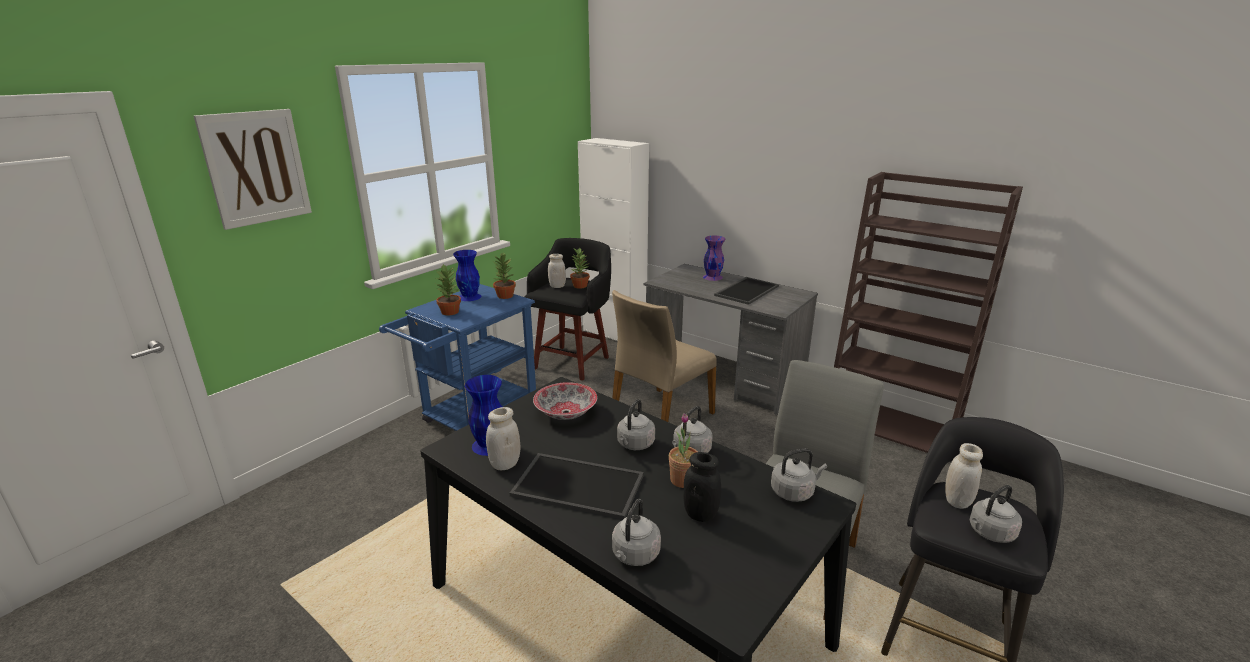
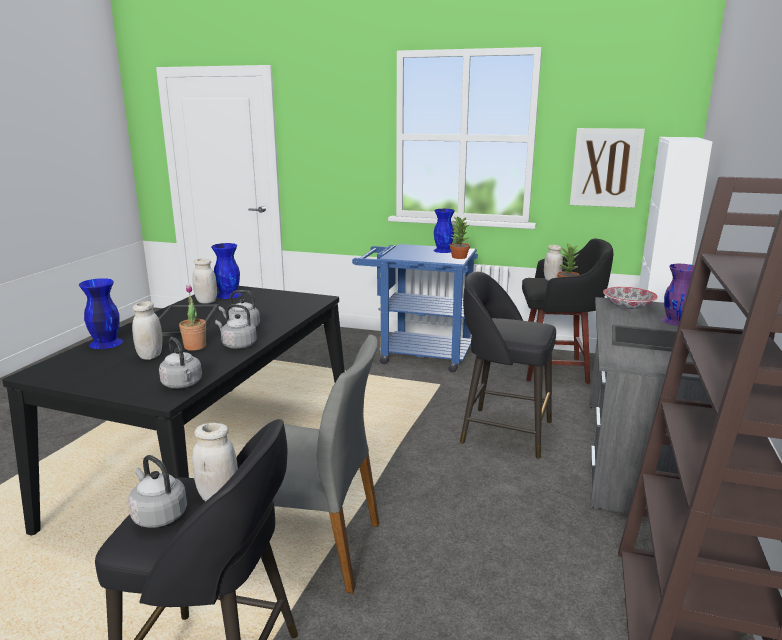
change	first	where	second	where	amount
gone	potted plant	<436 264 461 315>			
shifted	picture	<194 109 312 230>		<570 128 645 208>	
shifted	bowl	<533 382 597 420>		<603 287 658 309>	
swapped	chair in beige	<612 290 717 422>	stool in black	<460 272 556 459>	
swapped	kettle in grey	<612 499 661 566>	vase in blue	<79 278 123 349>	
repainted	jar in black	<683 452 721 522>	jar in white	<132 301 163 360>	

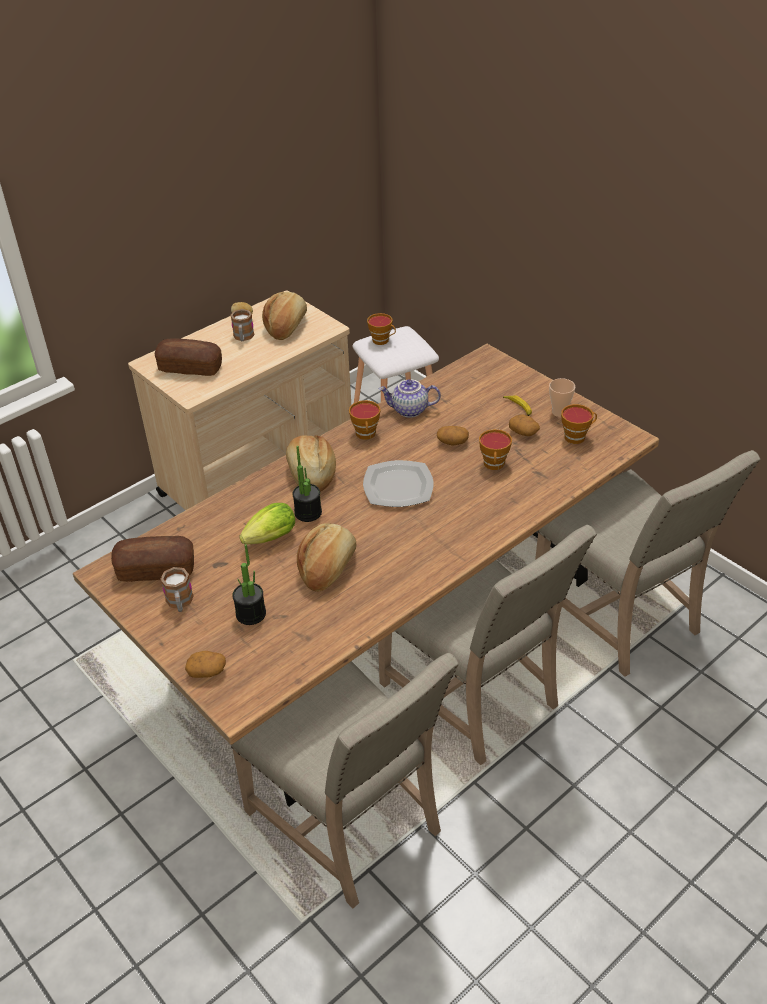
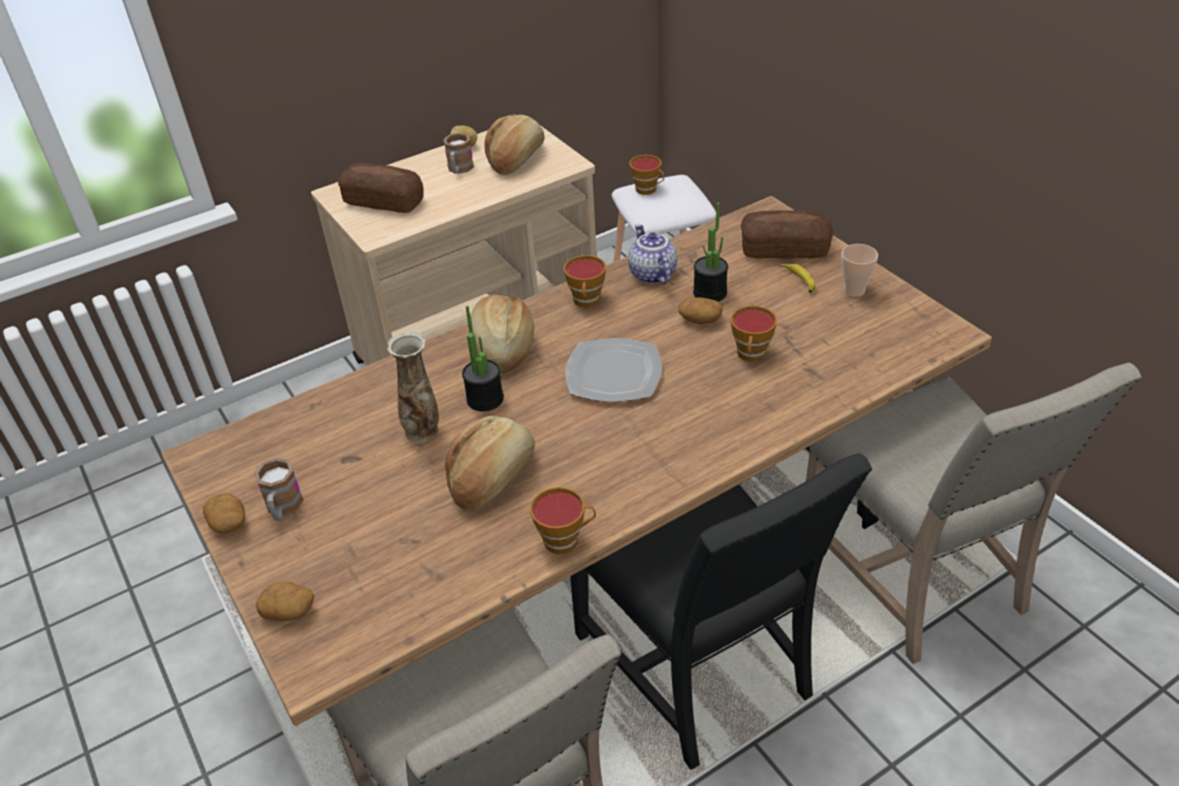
change	first	where	second	where	amount
shifted	bread	<111 536 194 582>		<741 211 833 259>	
shifted	potted plant	<232 544 266 625>		<693 203 728 302>	
shifted	potato	<509 414 540 436>		<203 493 245 534>	
shifted	cup	<561 404 597 444>		<530 487 596 554>	
swapped	lettuce	<239 503 295 544>	vase	<387 332 439 443>	
repainted	chair in beige	<378 525 597 765>	chair in black	<570 453 872 770>	
rotated	teapot	<379 379 441 417>		<628 224 677 284>	60 degrees clockwise

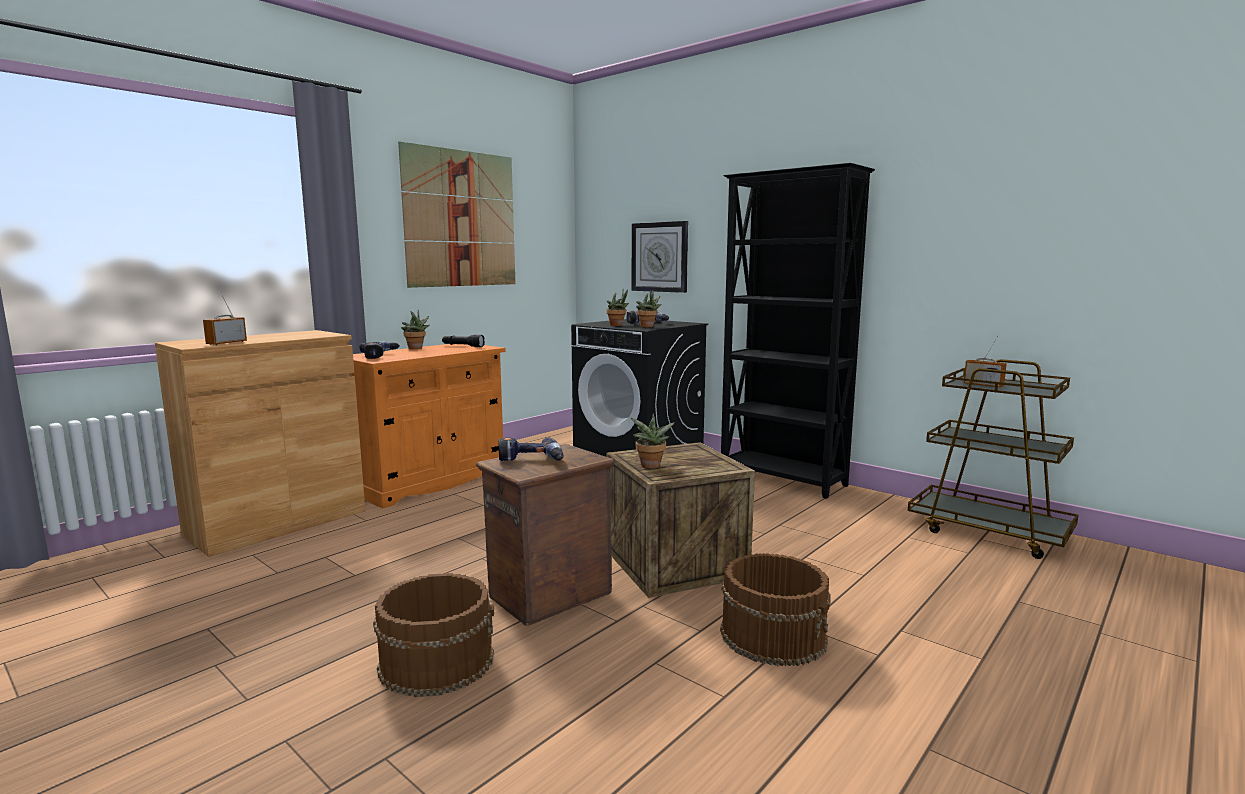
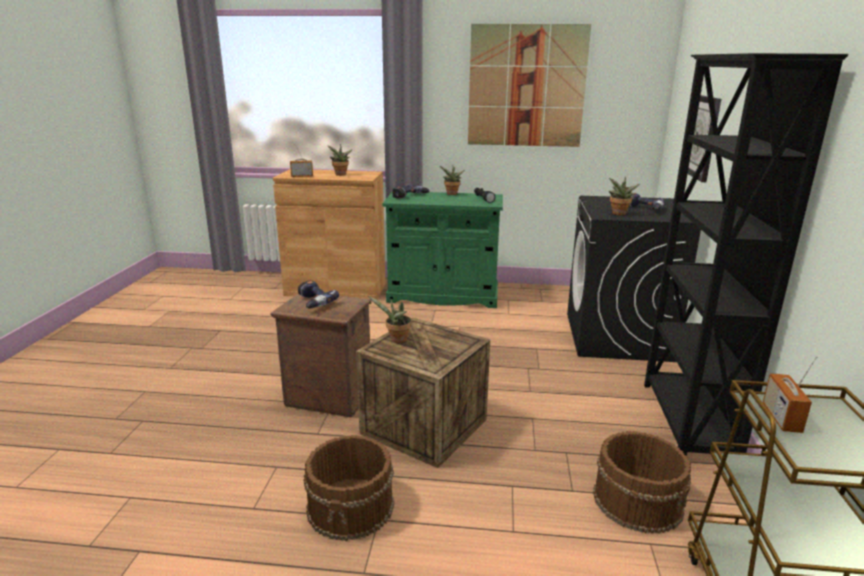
change	first	where	second	where	amount
shifted	bucket in brown	<373 573 494 697>		<593 431 691 534>	
shifted	potted plant	<607 290 629 326>		<328 144 353 176>	
repainted	cabinet in orange	<352 344 506 508>	cabinet in green	<383 192 503 308>	

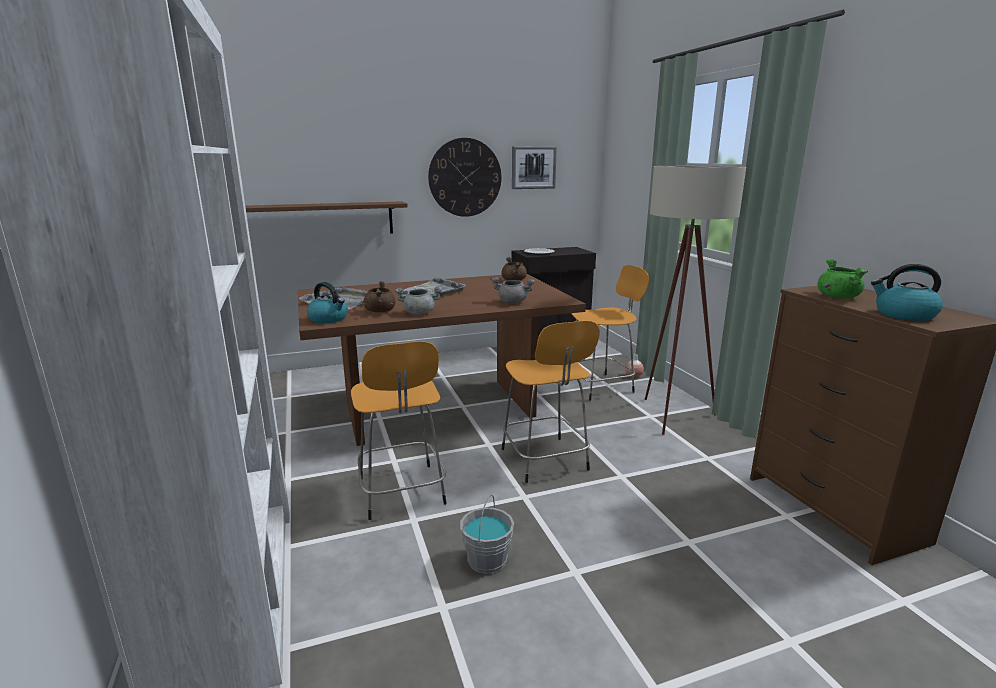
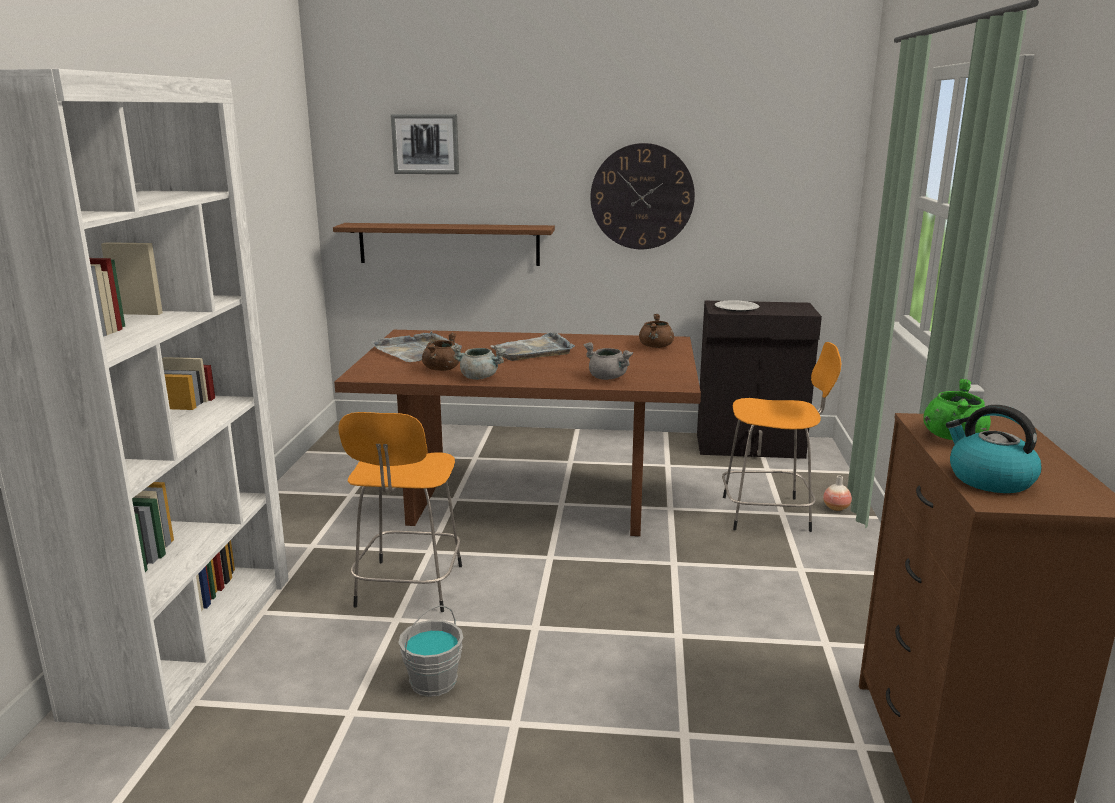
change	first	where	second	where	amount
gone	kettle	<307 282 348 323>			
gone	stool in orange	<502 321 600 483>			
gone	floor lamp in beige	<645 166 746 435>			
shifted	picture	<512 146 557 189>		<391 114 459 174>	

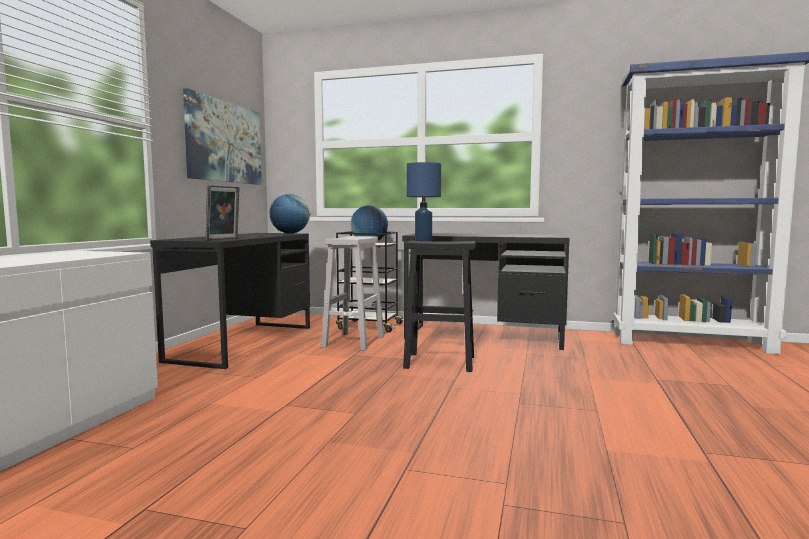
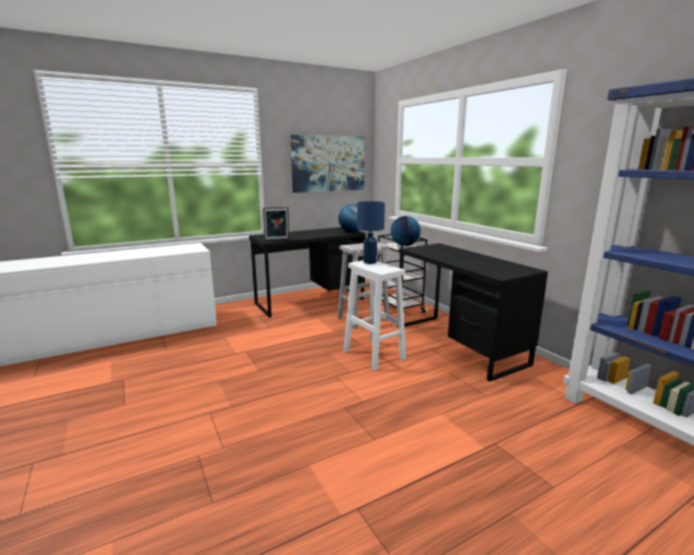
change	first	where	second	where	amount
repainted	stool in black	<403 240 476 372>	stool in white	<343 260 406 371>	

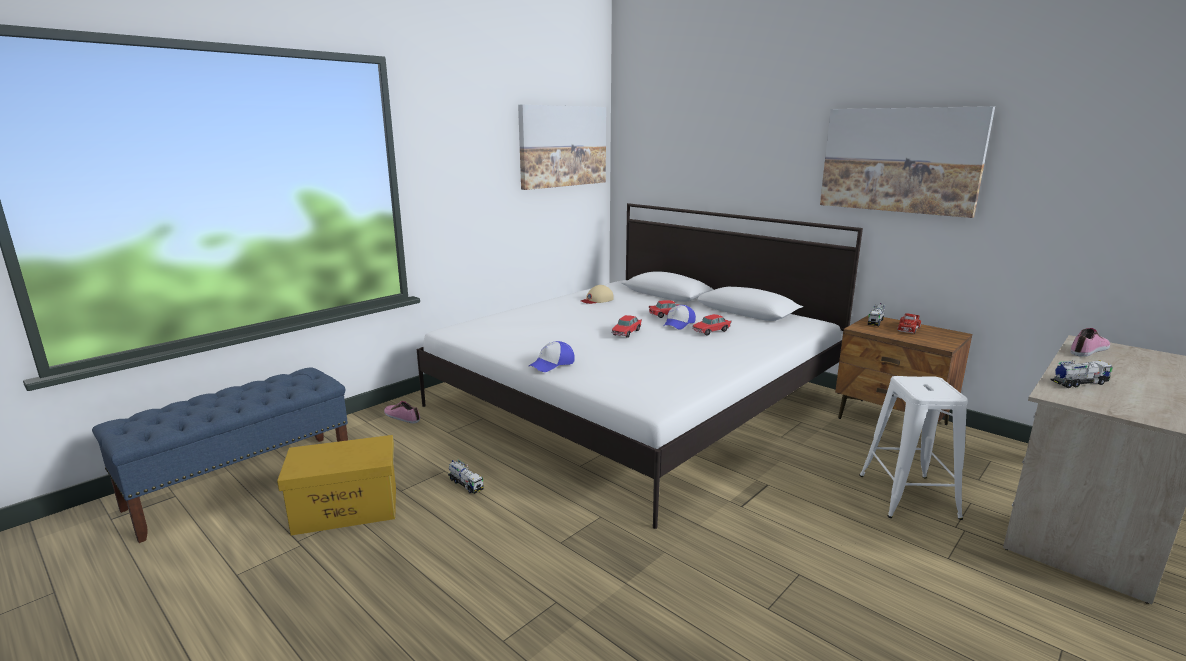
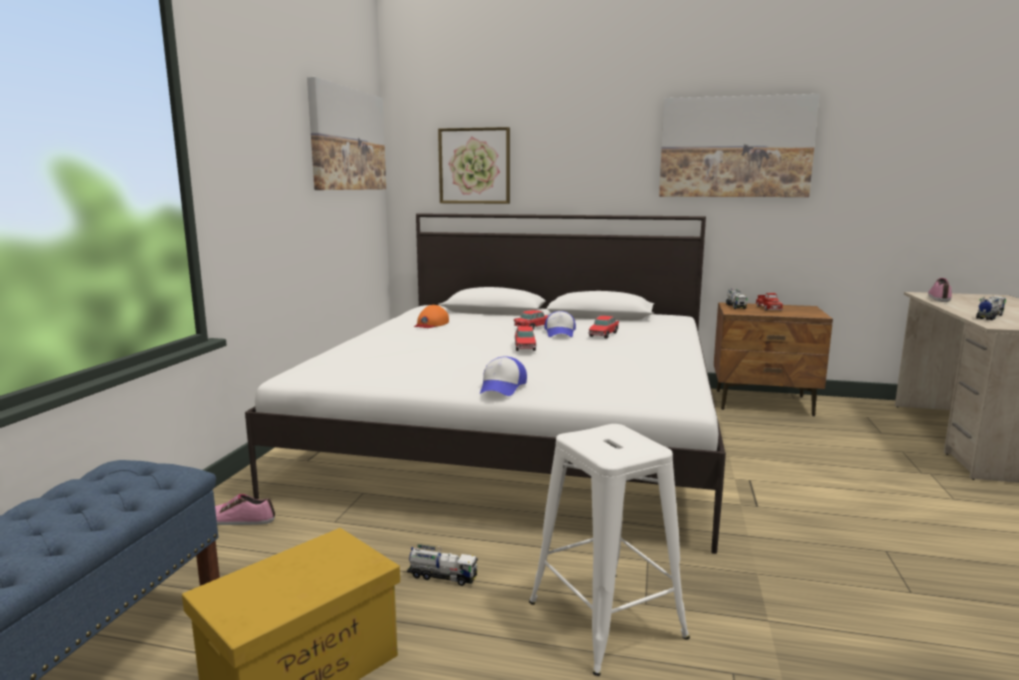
change	first	where	second	where	amount
new			picture	<438 127 510 204>	
shifted	stool in white	<859 376 968 520>		<529 424 690 676>	
repainted	cap in beige	<581 285 614 304>	cap in orange	<414 305 449 328>	

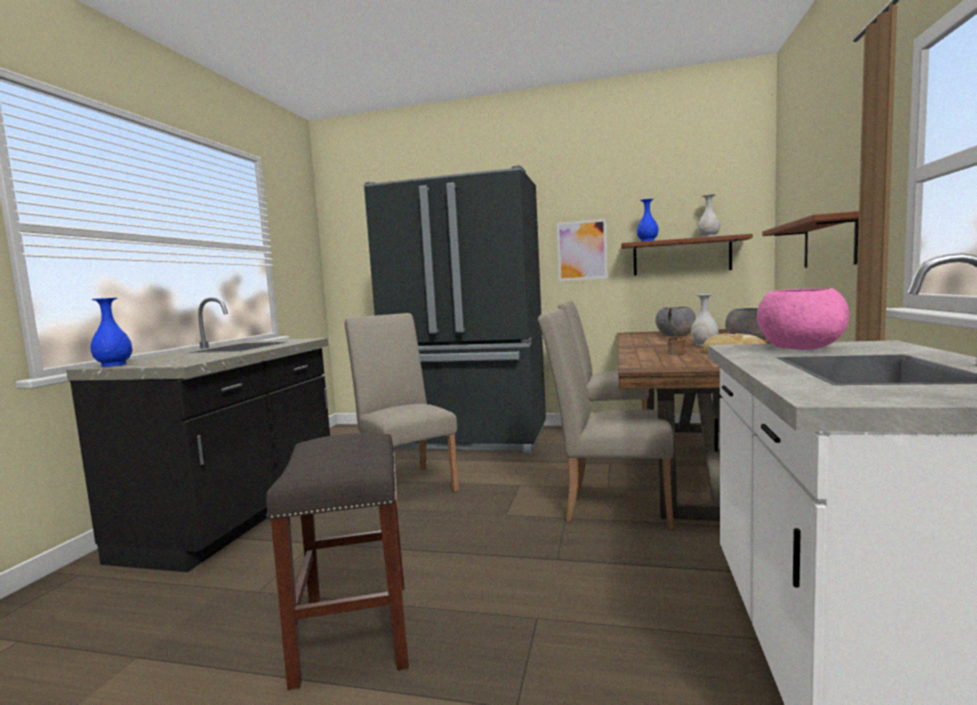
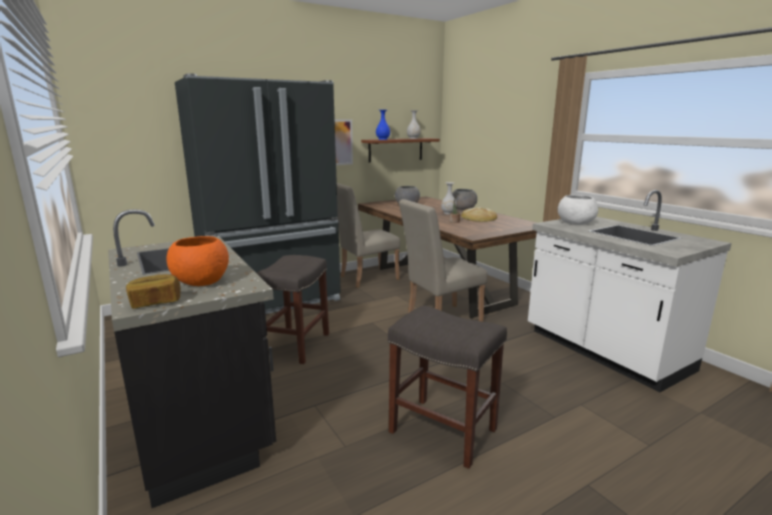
change	first	where	second	where	amount
gone	shelf in brown	<762 211 859 268>			
new			bowl in orange	<166 236 229 286>	
swapped	vase in blue	<90 298 132 367>	bread	<126 274 181 309>	
swapped	chair in beige	<345 313 459 508>	stool in grey	<256 255 329 364>	
repainted	bowl in pink	<757 288 849 350>	bowl in white	<558 195 598 225>	

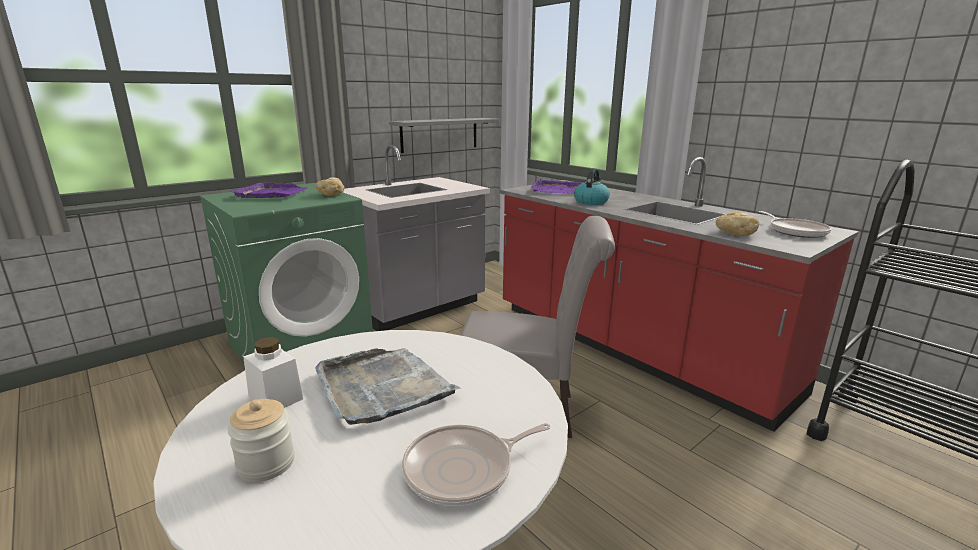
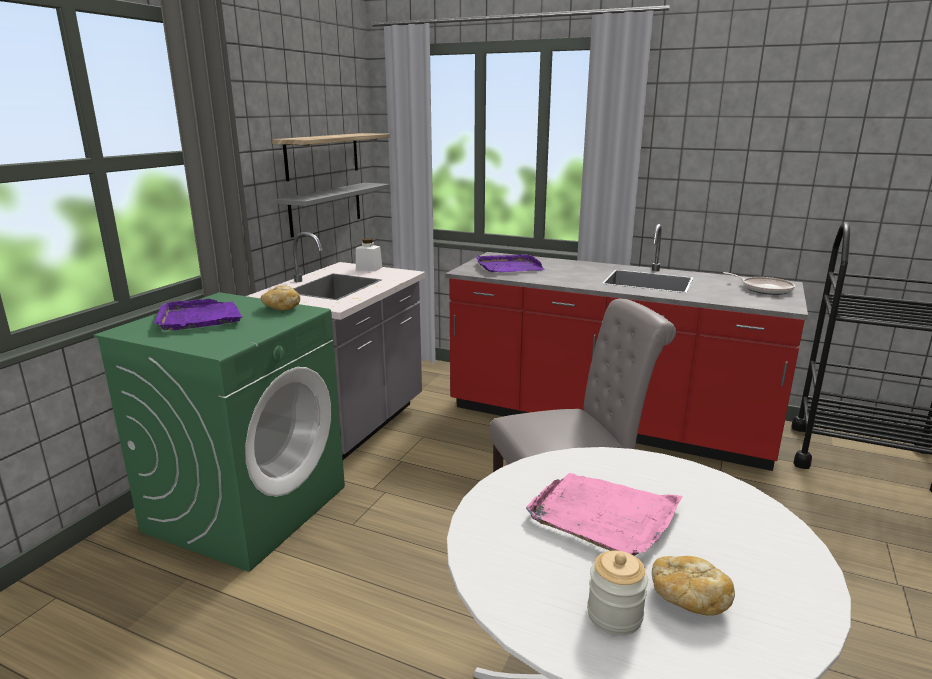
change	first	where	second	where	amount
gone	frying pan	<402 423 551 506>			
gone	kettle	<574 168 610 205>			
new			shelf	<272 133 390 181>	
shifted	jar in white	<243 337 303 408>		<356 238 382 271>	
shifted	bread	<716 212 759 236>		<652 556 735 616>	
repainted	tray in grey	<315 348 461 425>	tray in pink	<526 473 683 556>	

